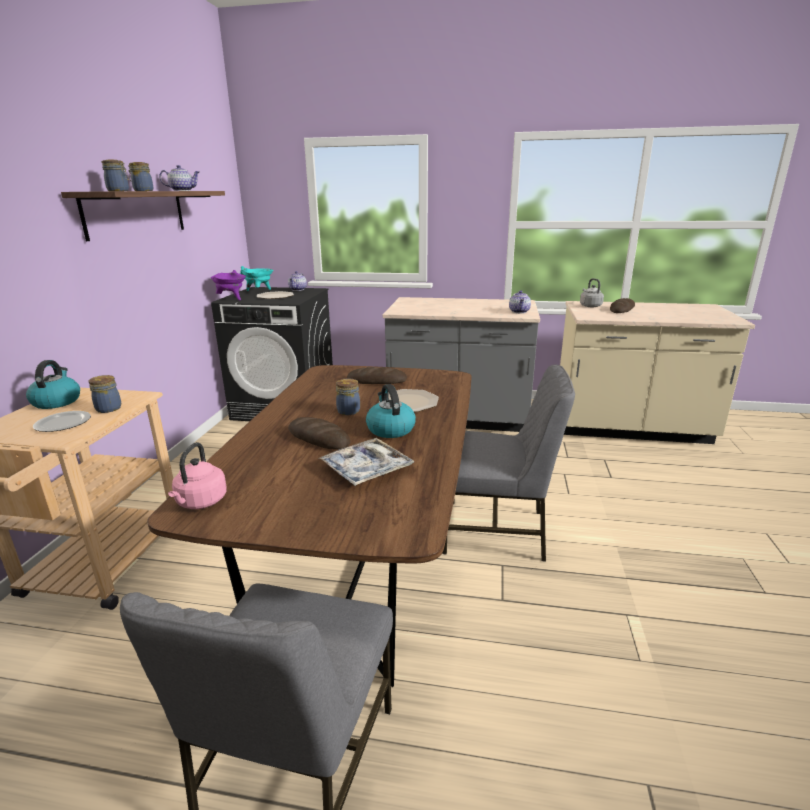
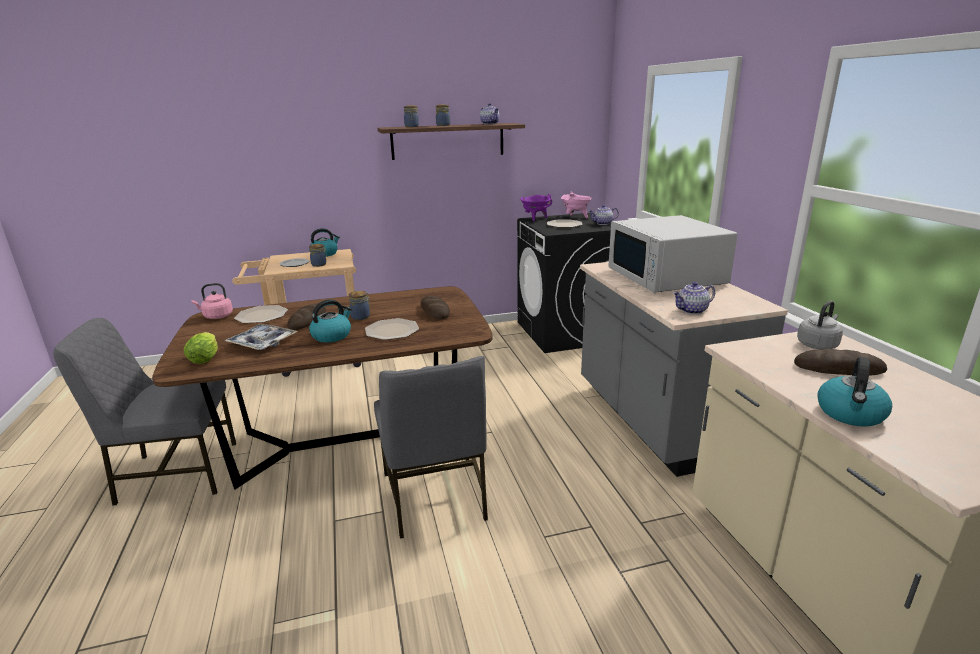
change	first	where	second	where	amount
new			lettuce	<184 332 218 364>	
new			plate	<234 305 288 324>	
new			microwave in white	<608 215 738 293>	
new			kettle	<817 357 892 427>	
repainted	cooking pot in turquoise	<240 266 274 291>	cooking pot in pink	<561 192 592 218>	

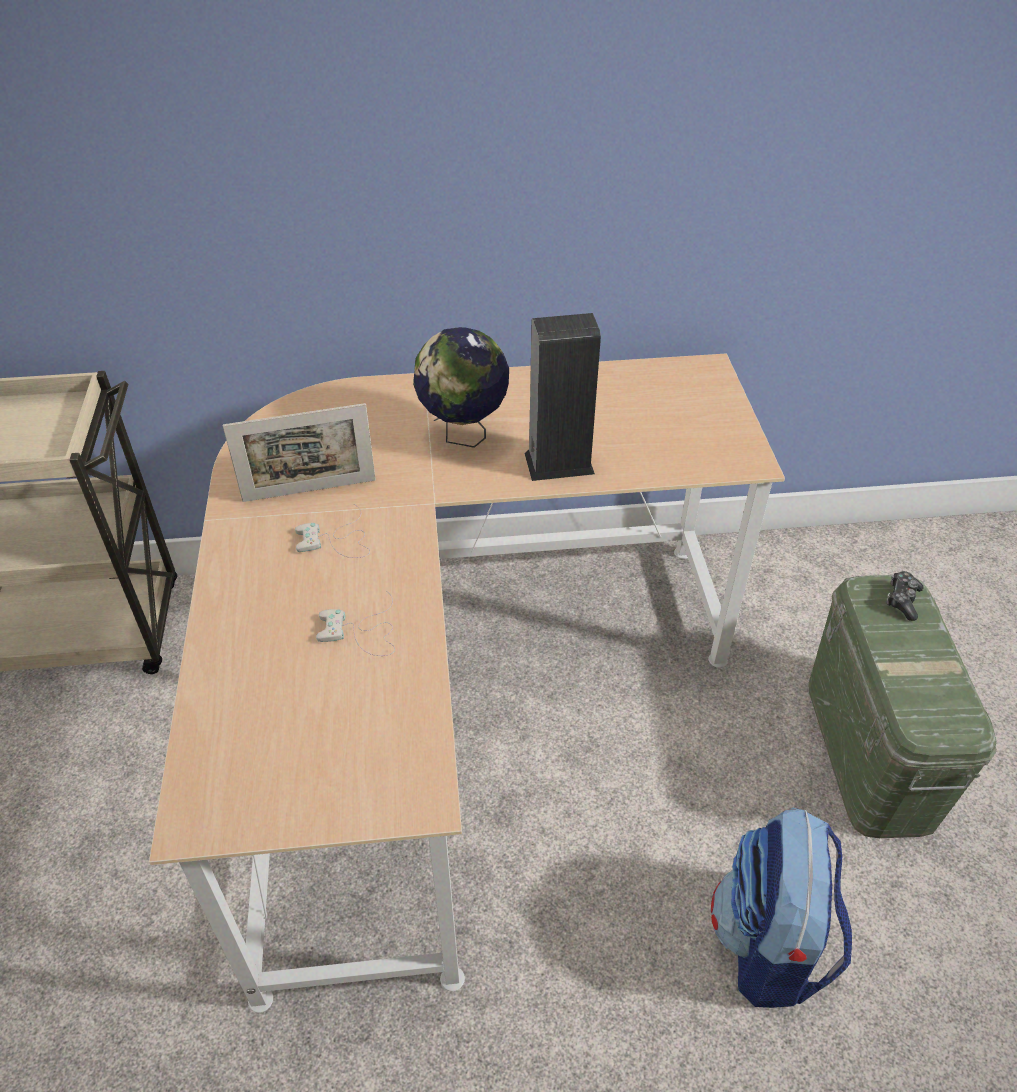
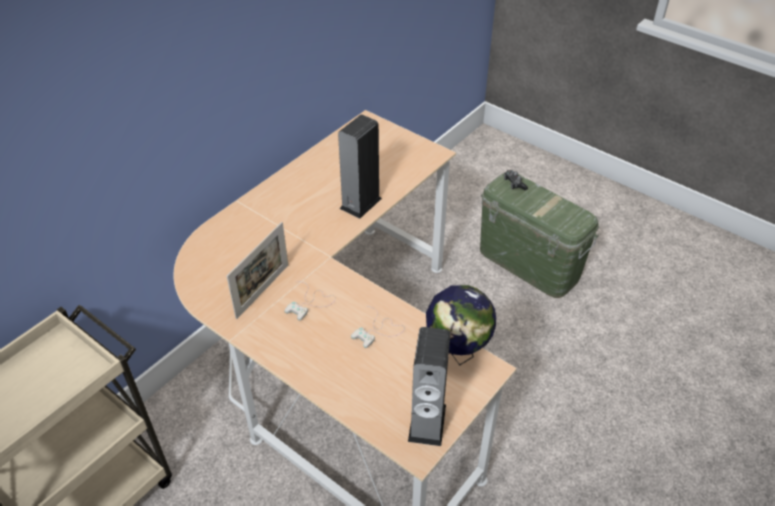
change	first	where	second	where	amount
gone	backpack	<711 808 852 1008>			
new			speaker	<408 327 451 446>	
shifted	globe	<413 327 509 448>		<426 285 496 365>	

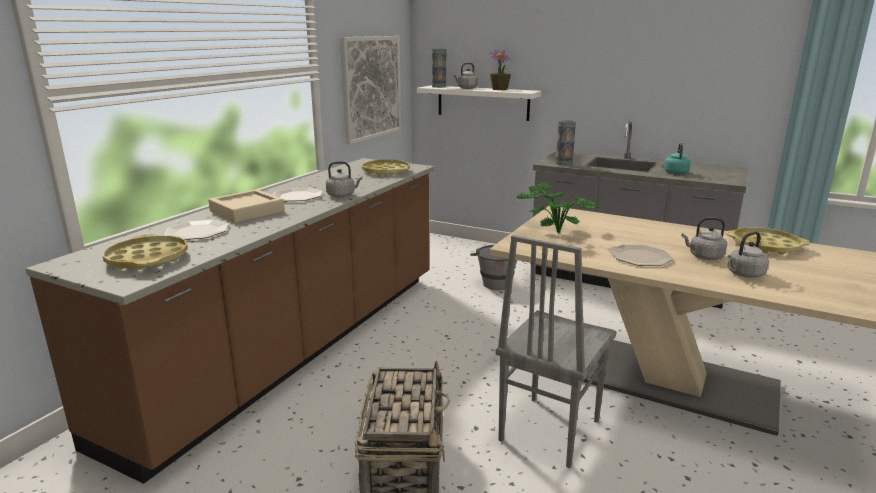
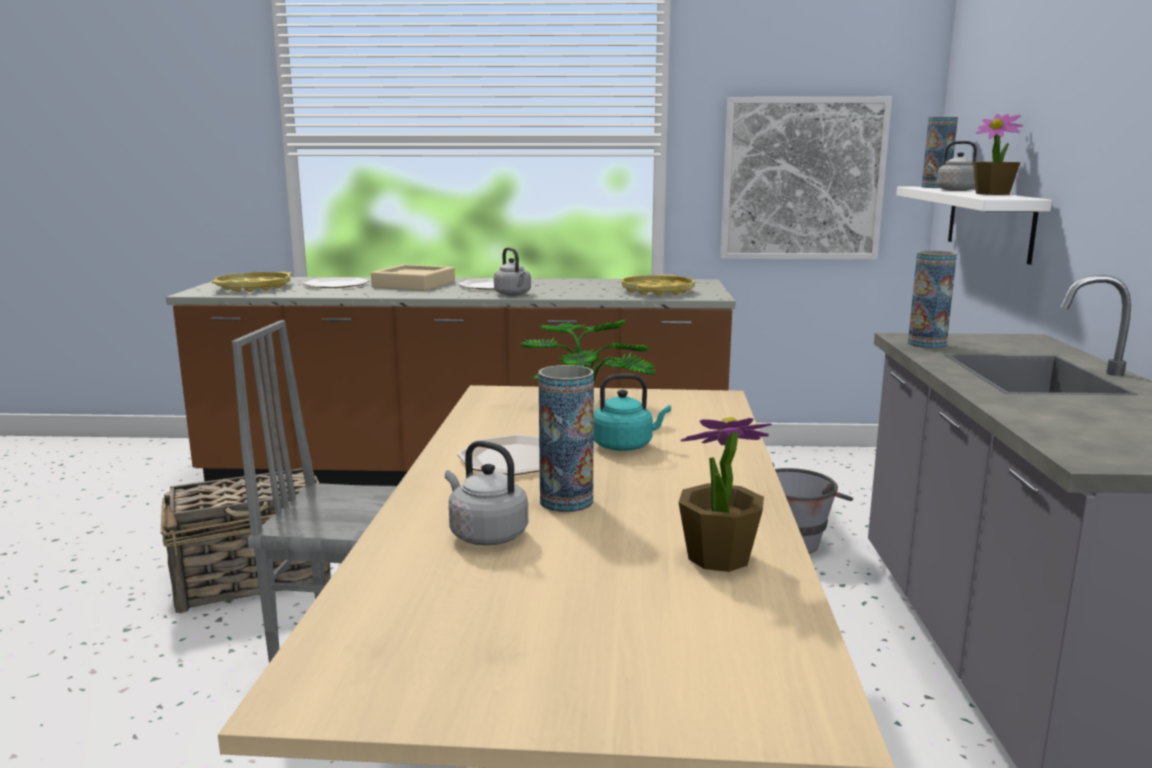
change	first	where	second	where	amount
shifted	kettle in turquoise	<664 143 691 174>		<593 374 671 451>	
swapped	kettle in grey	<682 218 727 260>	vase	<539 365 594 512>	
swapped	tray in yellow	<726 227 810 255>	potted plant	<678 417 772 572>	

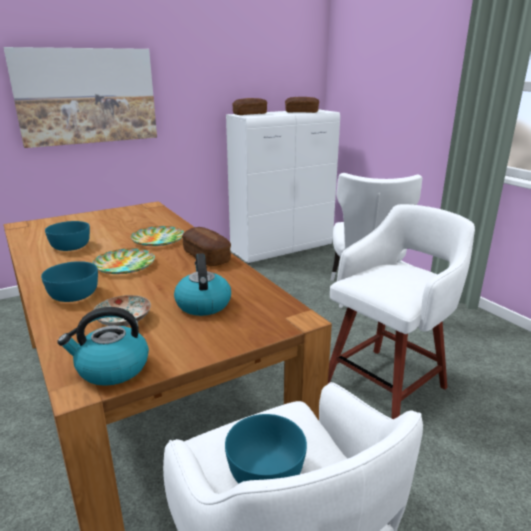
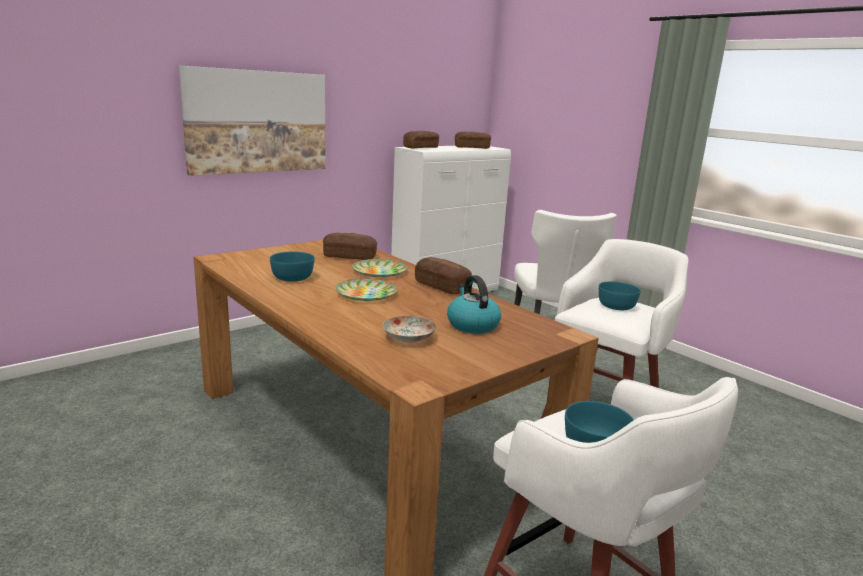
change	first	where	second	where	amount
gone	kettle	<57 307 149 386>			
new			bread	<323 233 377 260>	
shifted	bowl in turquoise	<41 261 98 302>		<599 281 641 310>	

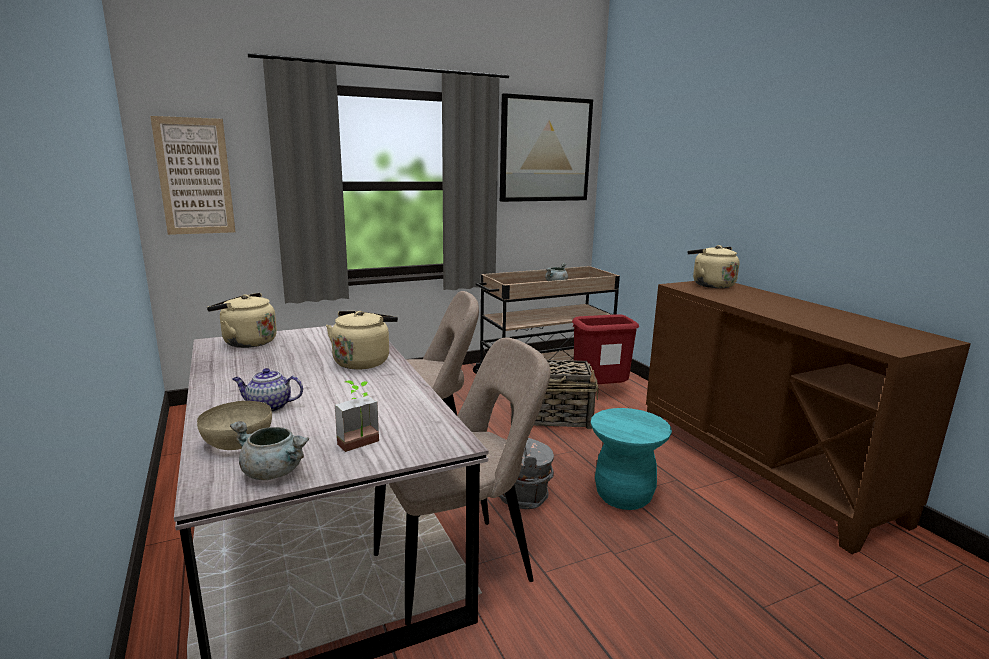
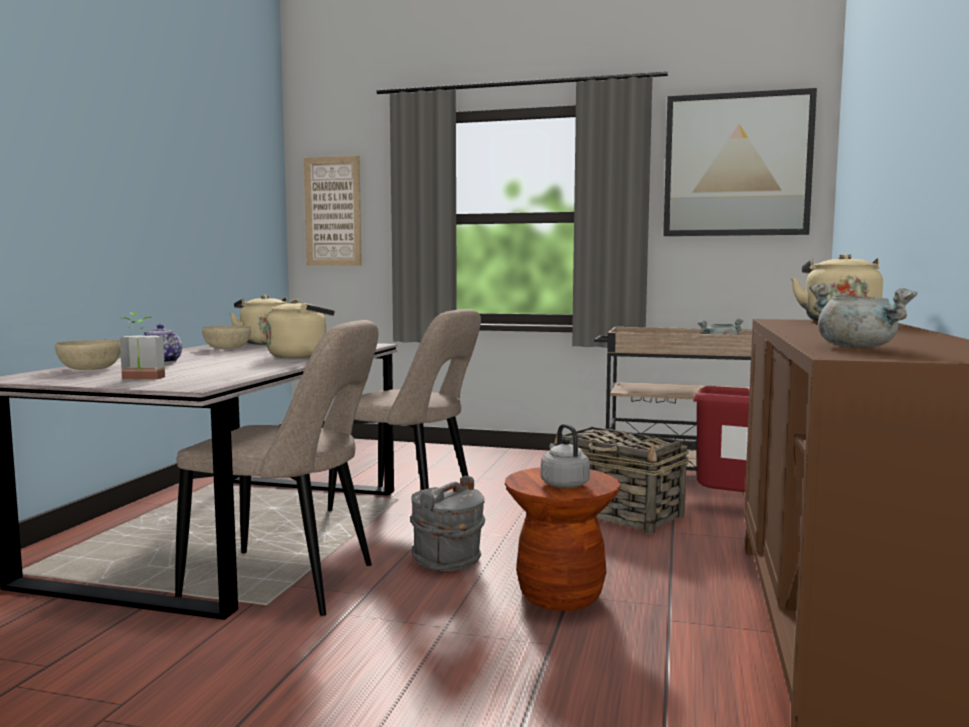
change	first	where	second	where	amount
new			bowl in beige	<202 325 251 349>	
new			kettle in grey	<541 424 590 488>	
shifted	cooking pot in grey	<230 421 309 480>		<809 283 917 349>	
repainted	stool in turquoise	<591 408 672 510>	stool in brown	<505 467 620 611>	

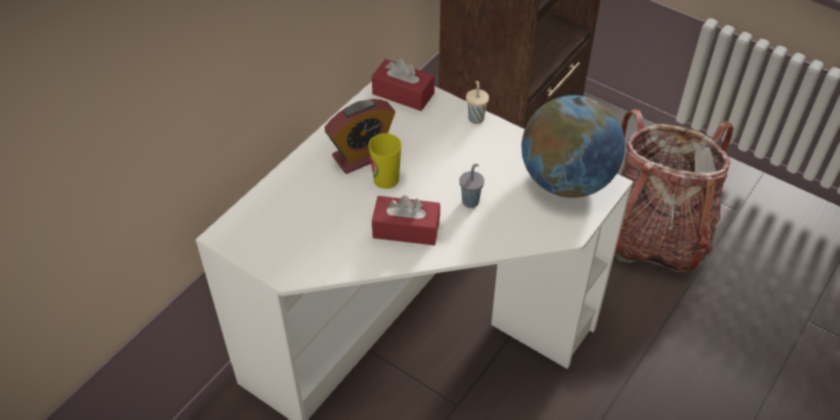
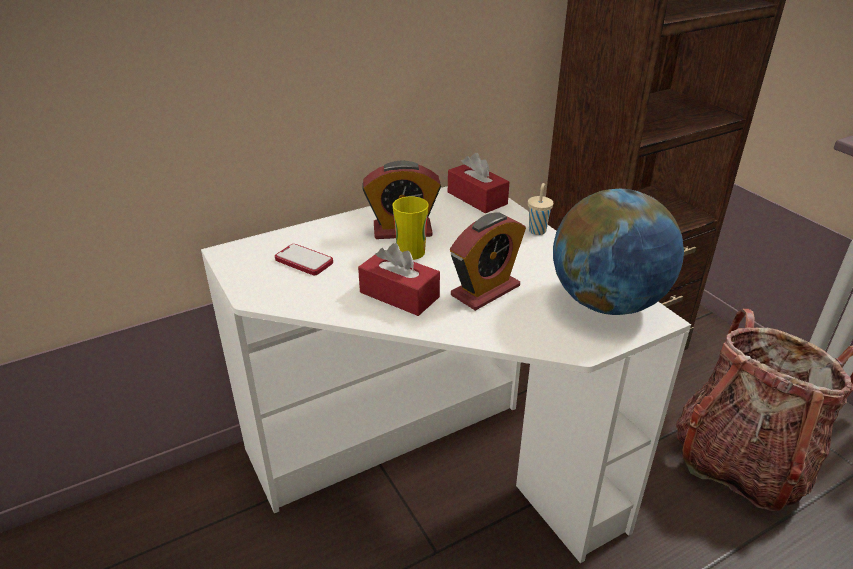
change	first	where	second	where	amount
new			phone	<275 244 333 275>	
swapped	cup in grey	<459 164 484 208>	alarm clock	<450 213 526 311>	

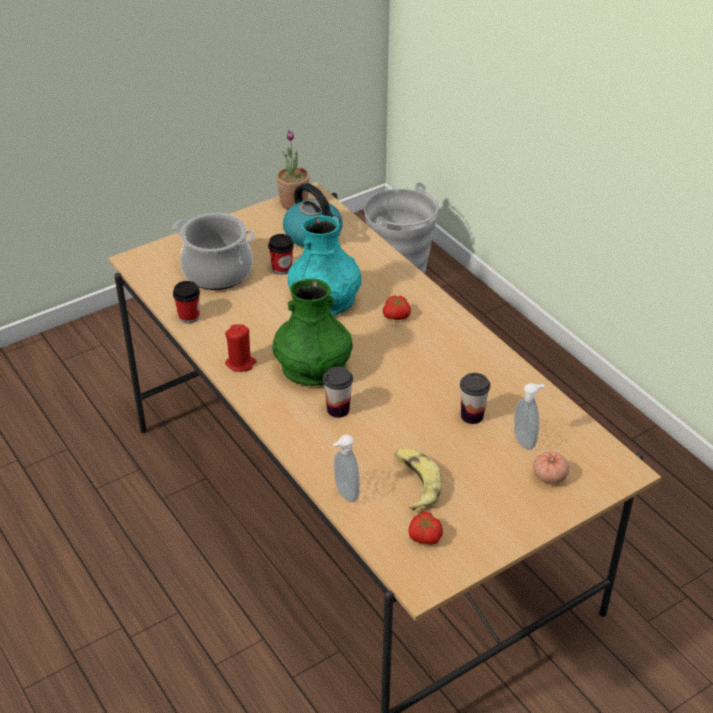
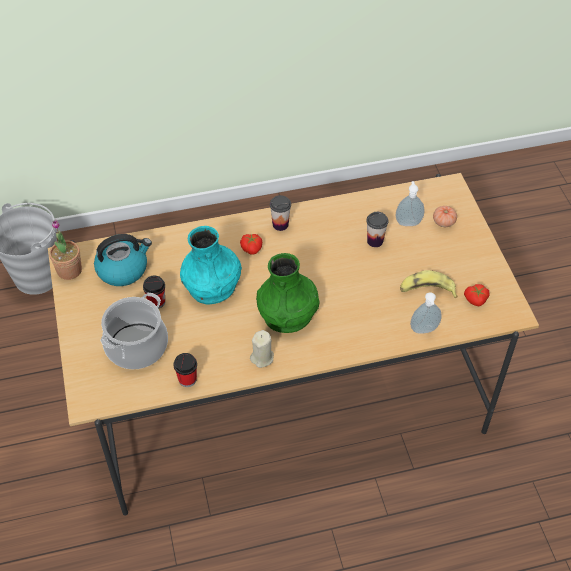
change	first	where	second	where	amount
shifted	cup	<323 367 353 418>		<270 195 291 231>	
repainted	candle in red	<225 324 257 372>	candle in beige	<250 330 274 368>	

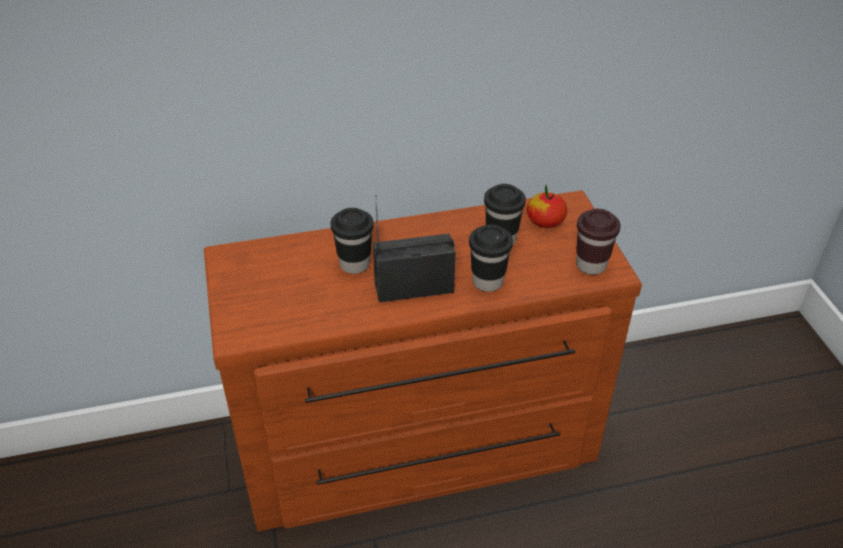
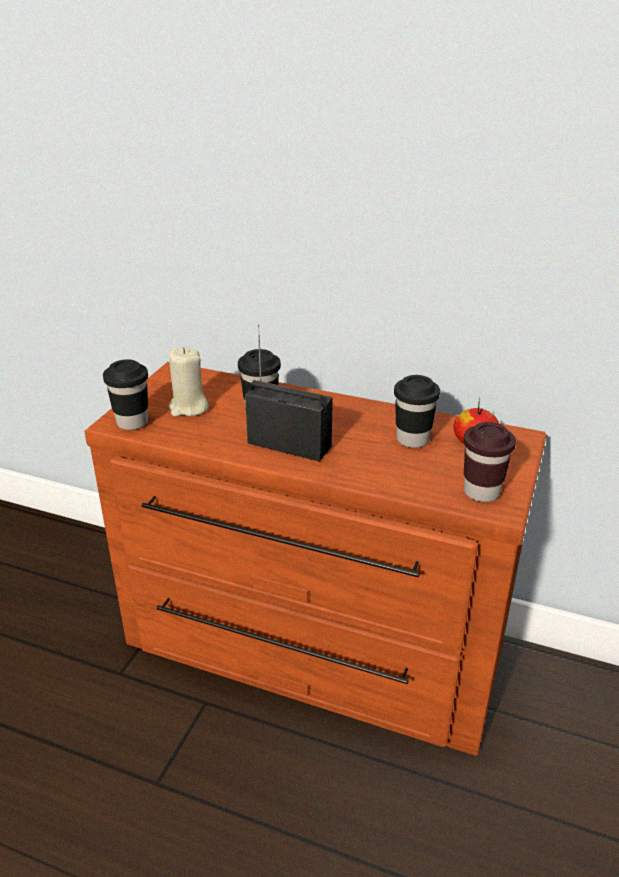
change	first	where	second	where	amount
new			candle in beige	<168 347 209 417>	
shifted	cup in black	<469 224 513 292>		<103 359 148 430>	

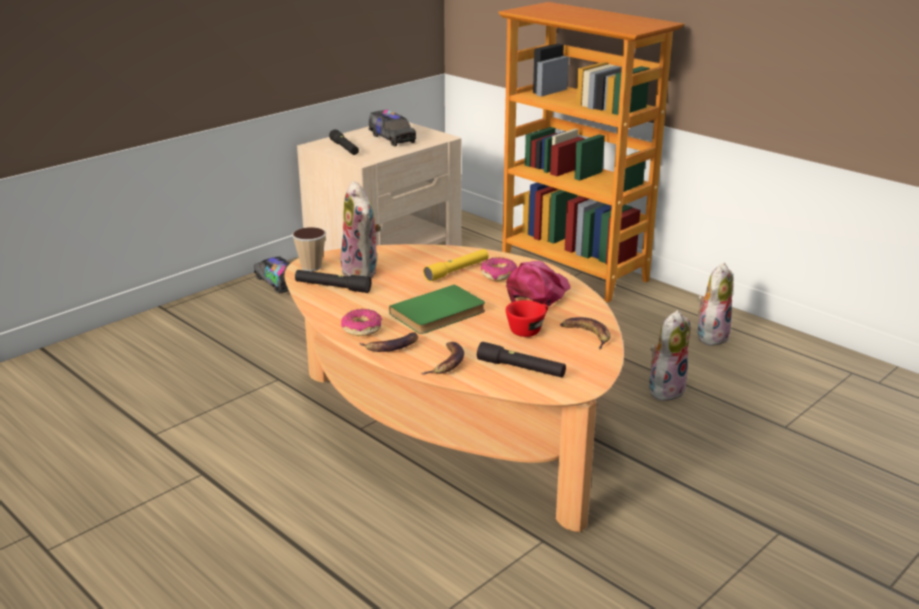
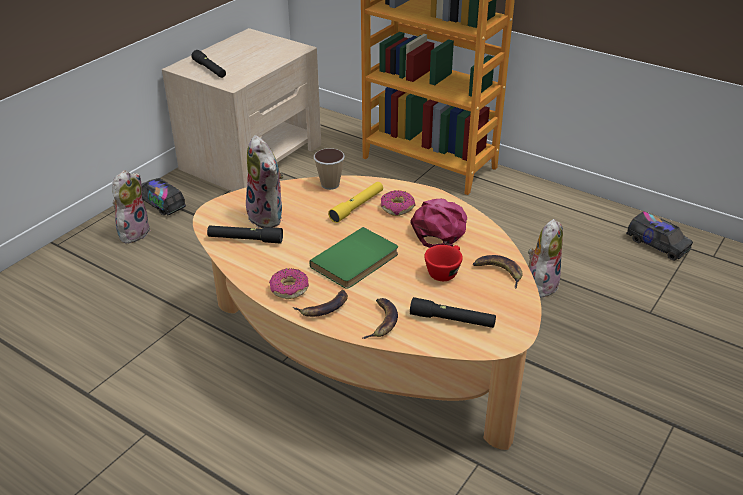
change	first	where	second	where	amount
shifted	cup	<292 227 326 271>		<314 148 345 190>	
shifted	toy truck	<369 110 416 146>		<626 211 693 261>	
shifted	plush toy	<697 262 733 346>		<112 170 151 244>	

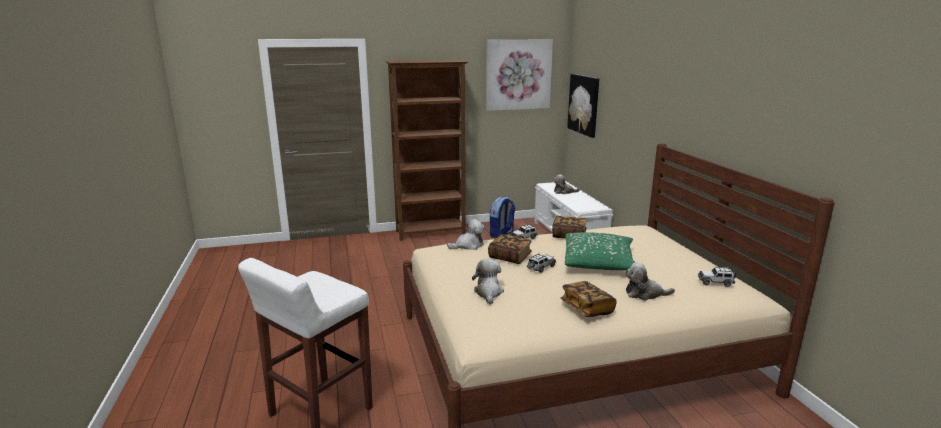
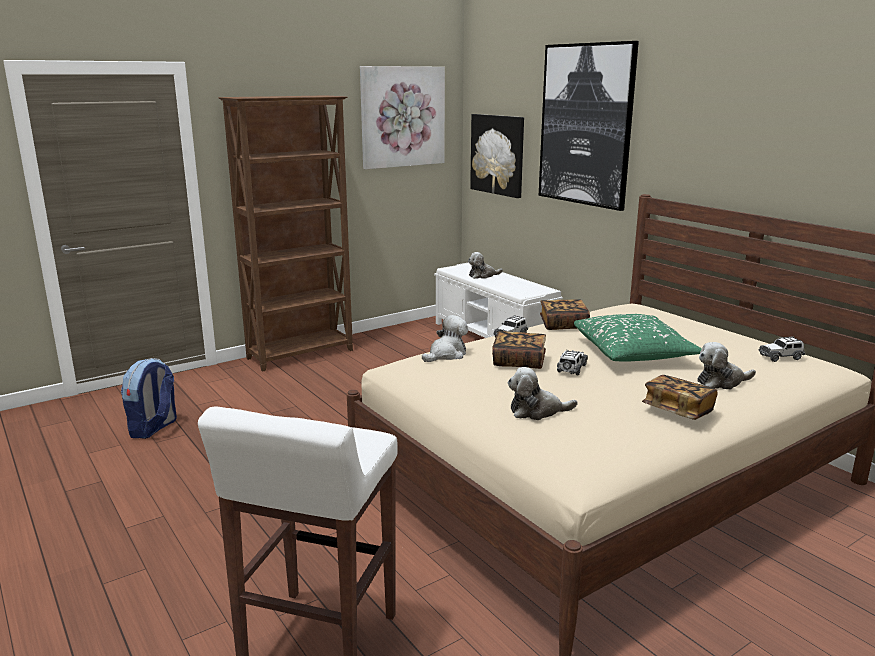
change	first	where	second	where	amount
new			picture	<539 41 639 211>	
shifted	backpack	<489 197 516 238>		<121 358 177 439>	
rotated	plush toy	<472 259 504 304>		<508 367 578 420>	75 degrees counterclockwise

